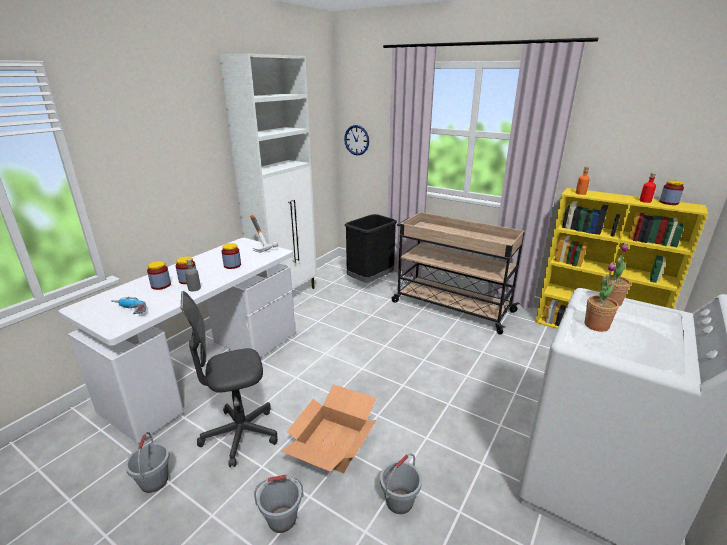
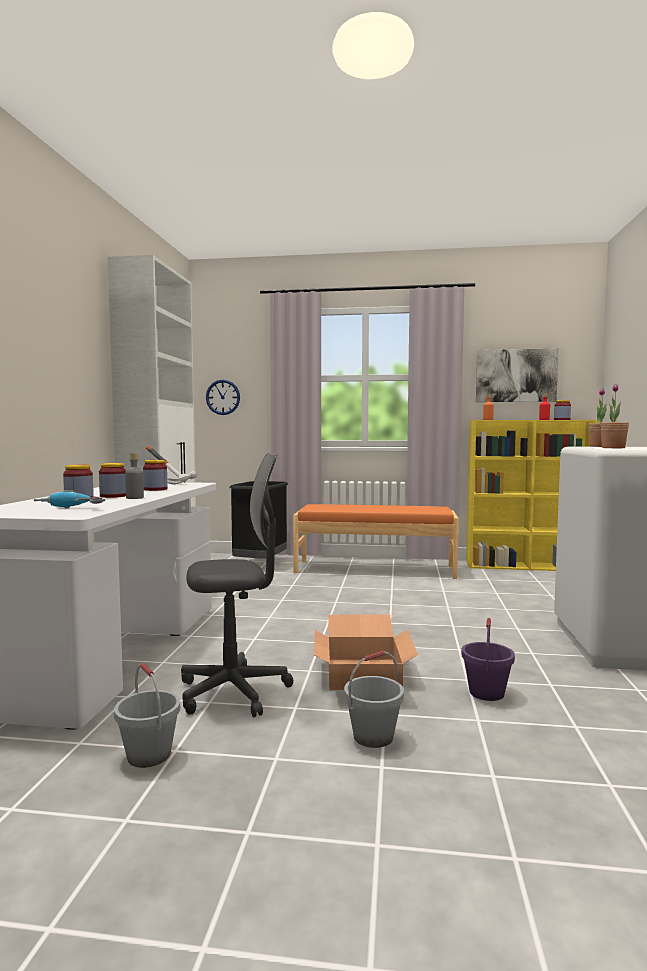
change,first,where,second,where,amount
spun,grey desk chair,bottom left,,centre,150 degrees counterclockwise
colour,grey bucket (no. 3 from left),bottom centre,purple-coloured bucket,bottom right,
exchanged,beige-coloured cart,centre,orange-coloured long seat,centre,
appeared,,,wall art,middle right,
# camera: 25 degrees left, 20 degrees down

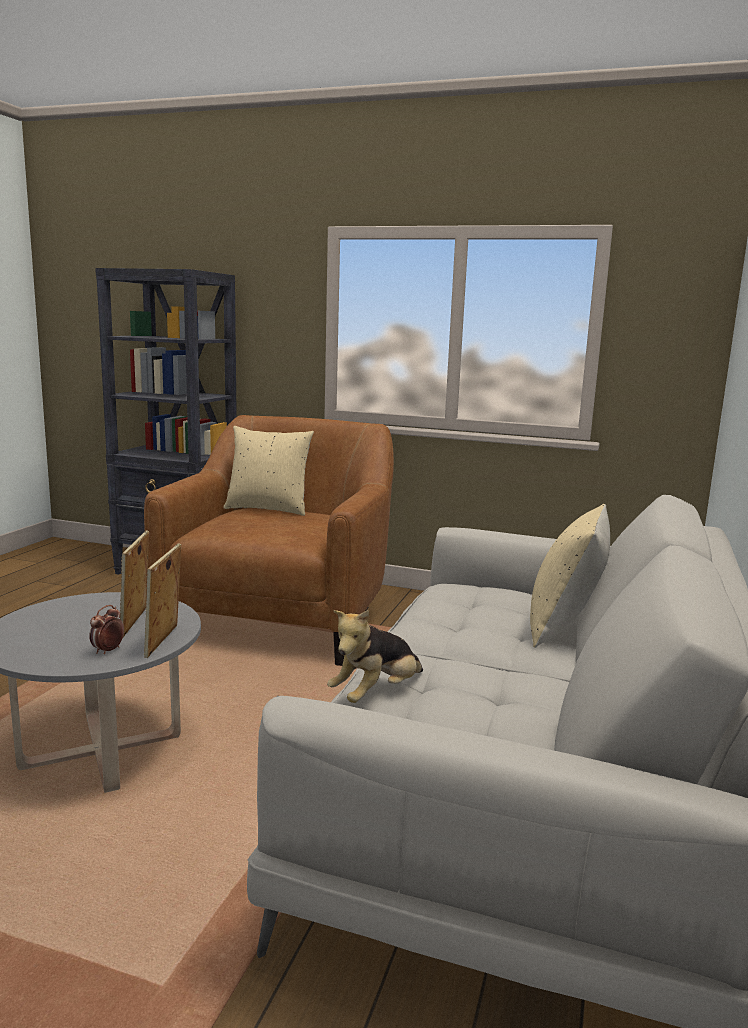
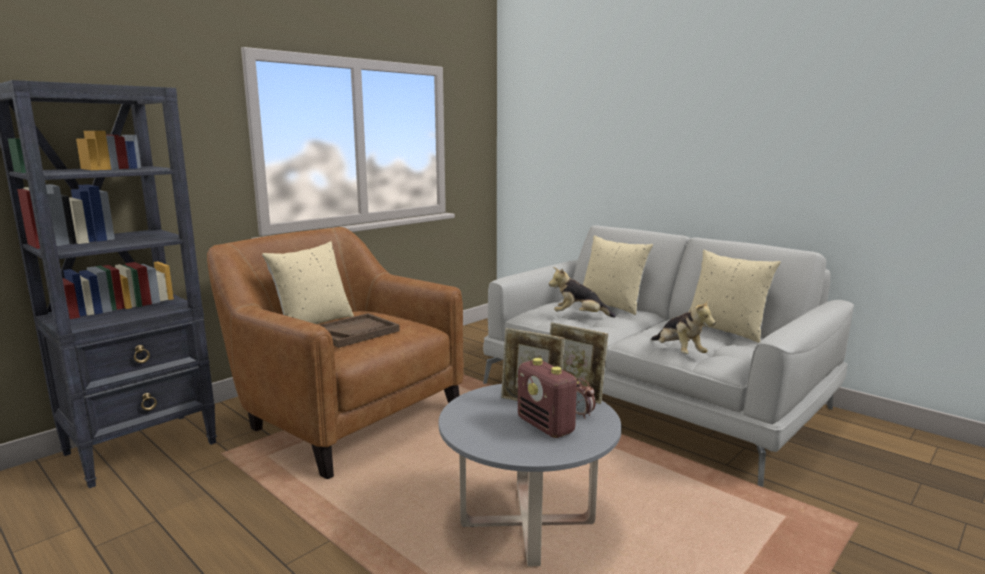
change,first,where,second,where,amount
appeared,,,brown tray,centre,
appeared,,,radio set,bottom centre,
appeared,,,plush toy (no. 1 from left),centre,
appeared,,,beige-coloured cushion (no. 3 from left),middle right,
# camera: 65 degrees left, 0 degrees up

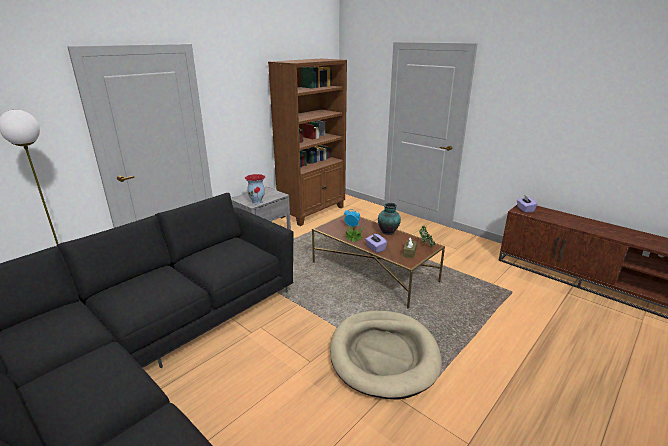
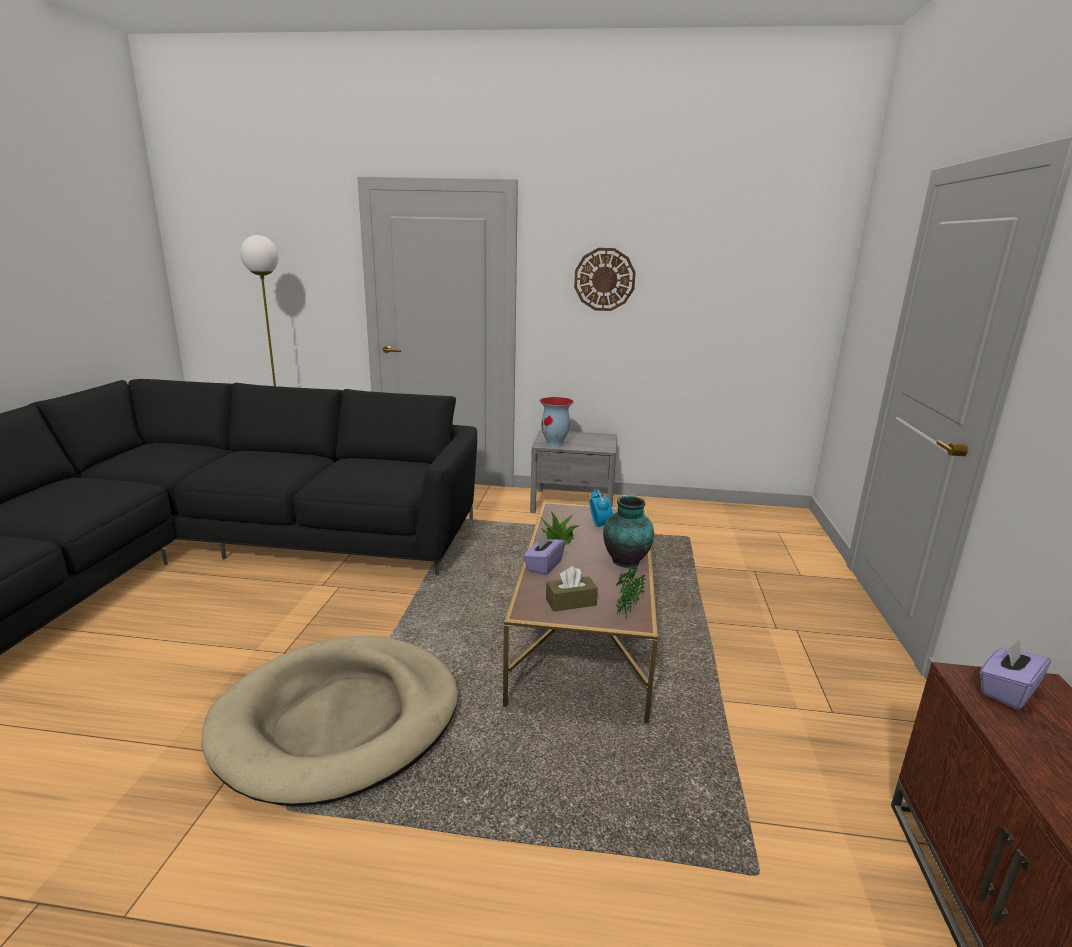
change,first,where,second,where,amount
missing,brown bookshelf,top centre,,,
appeared,,,clock on the wall,top centre,
# camera: 55 degrees right, 5 degrees down

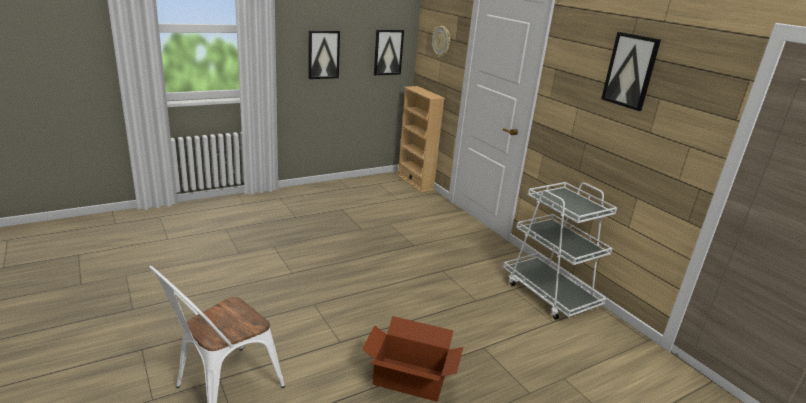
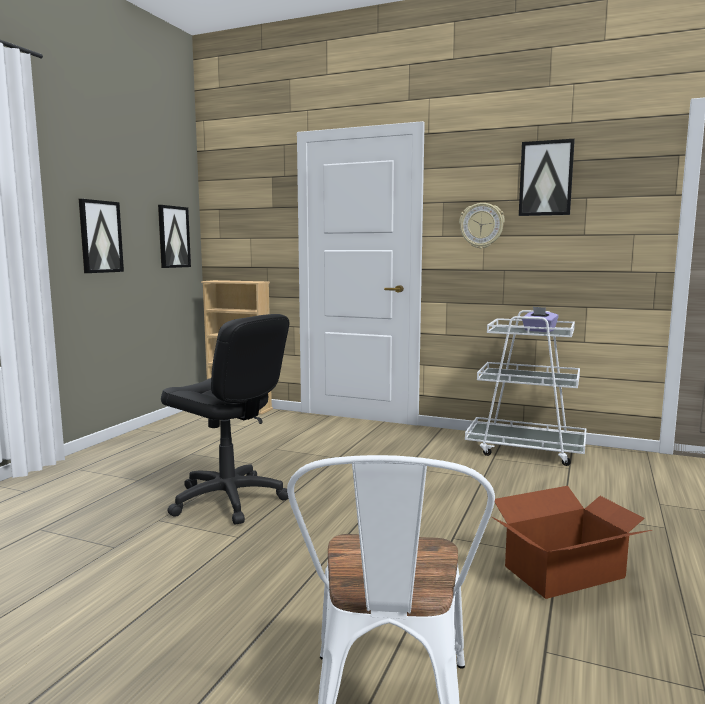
change,first,where,second,where,amount
relocated,clock on the wall,top centre,,top right,
appeared,,,black-coloured desk chair,middle left,
appeared,,,purple-coloured tissue holder,middle right,
# camera: 35 degrees left, 15 degrees down

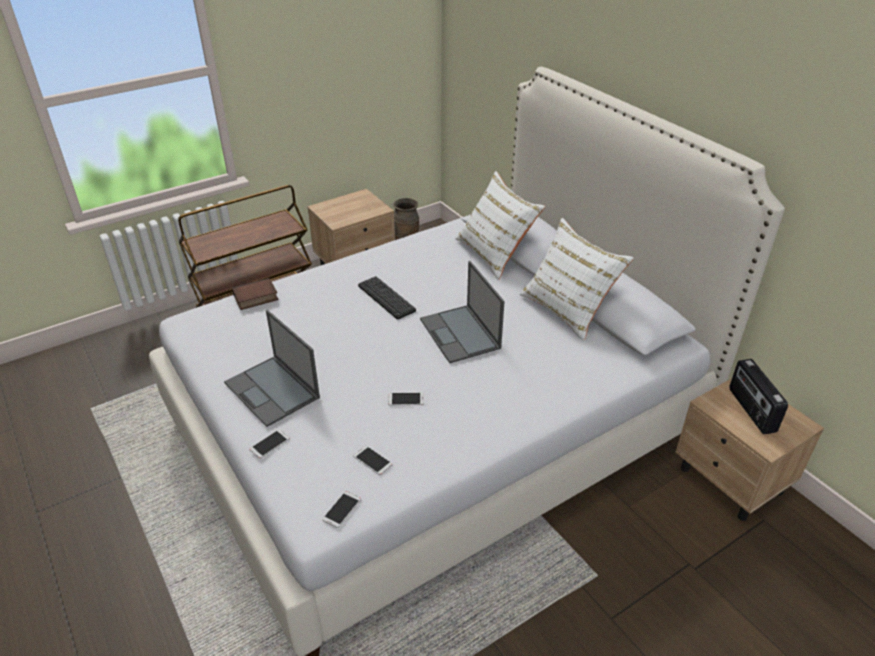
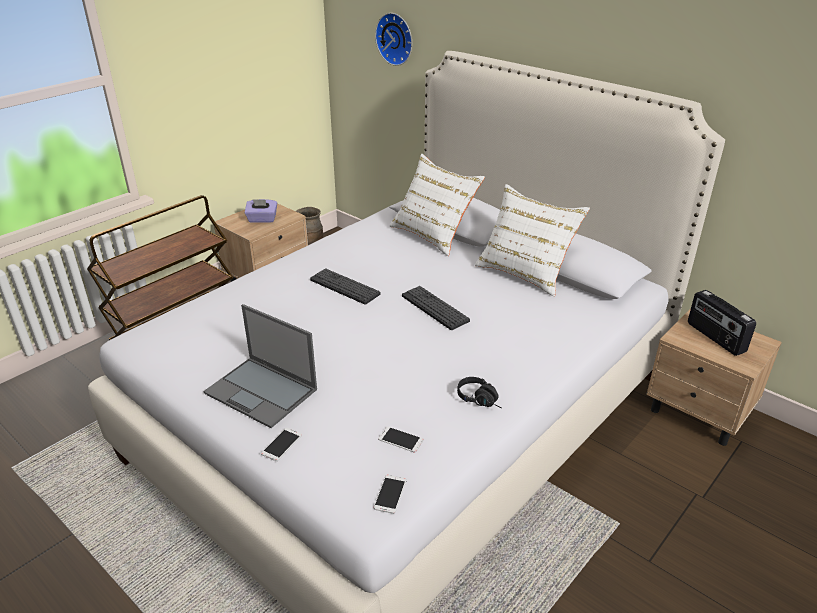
change,first,where,second,where,amount
missing,volume,middle left,,,
missing,phone (no. 4 from left),centre,,,
exchanged,laptop (no. 2 from left),centre,computer keyboard (no. 2 from left),centre,
appeared,,,purple-coloured tissue holder,middle left,
appeared,,,clock on the wall,top centre,
appeared,,,black-coloured pair of headphones,centre,
# camera: 15 degrees left, 5 degrees down

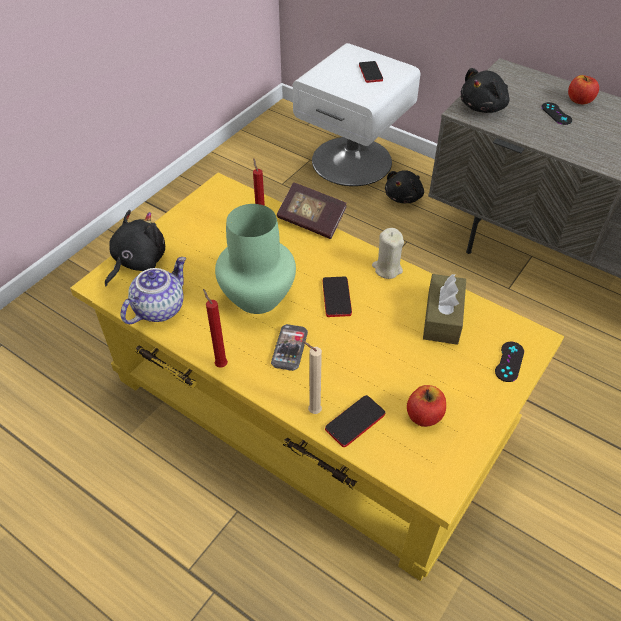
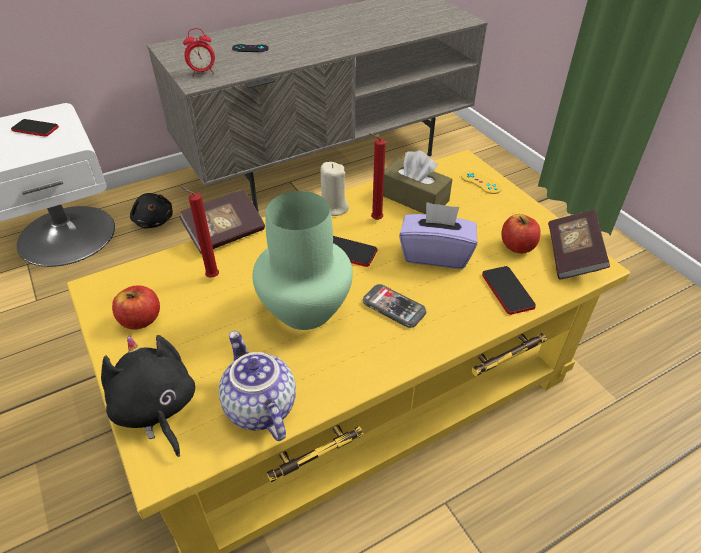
change,first,where,second,where,amount
relocated,red-coloured wax light (no. 1 from left in the first image),centre,red-coloured wax light (no. 2 from left),top centre,
missing,beige-coloured wax light (no. 1 from left),centre,,,
exchanged,black-coloured plush toy (no. 3 from left),top right,table clock,top left,
colour,black-coloured joypad (no. 1 from left),middle right,yellow joypad,top right,
relocated,apple (no. 2 from left in the first image),top right,apple (no. 1 from left),middle left,
appeared,,,purple-coloured tissue holder,centre,
appeared,,,volume (no. 2 from left),middle right,
# camera: 65 degrees left, 5 degrees down

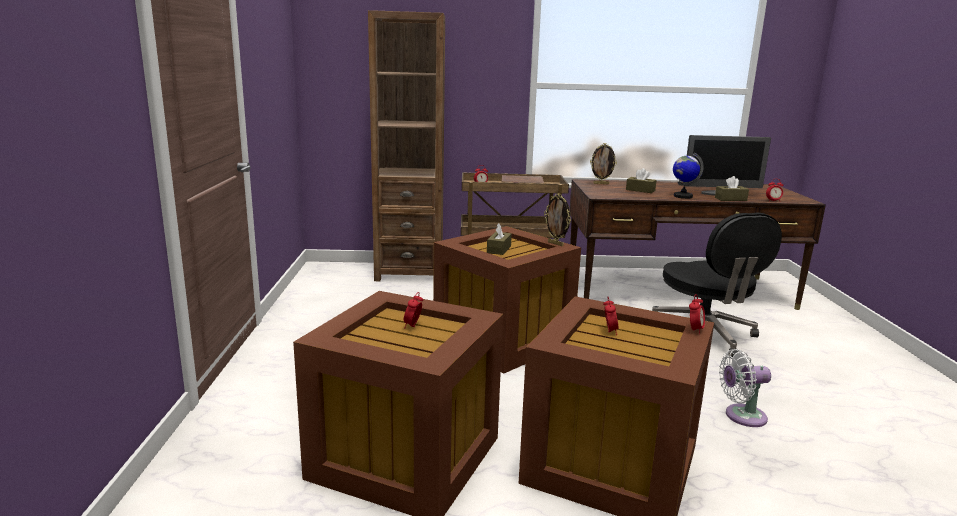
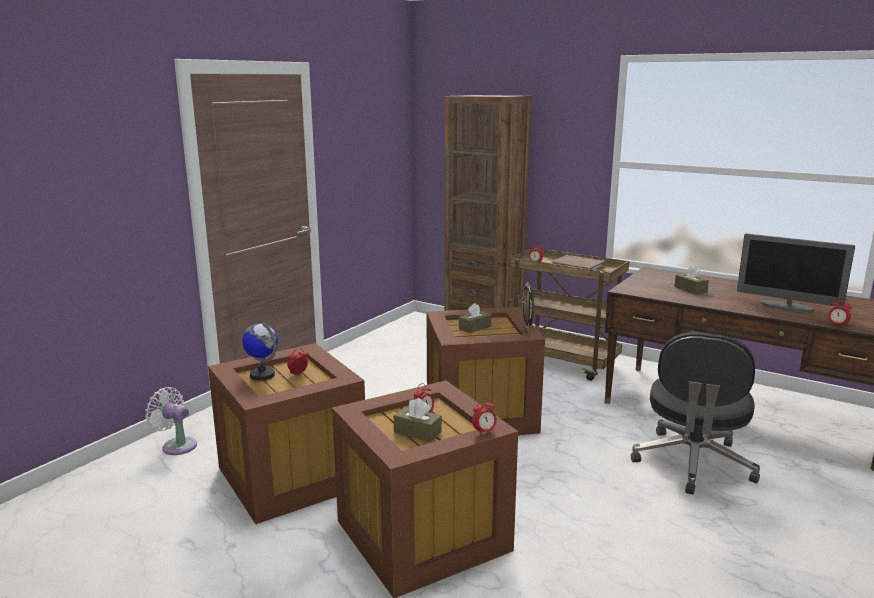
change,first,where,second,where,amount
missing,photo frame (no. 2 from left),top centre,,,
relocated,desk globe,middle right,,middle left,
relocated,brown tissue holder (no. 3 from left in the first image),middle right,brown tissue holder (no. 1 from left),bottom centre,
relocated,white-coloured fan,bottom right,,bottom left,
# camera: 35 degrees right, 0 degrees up

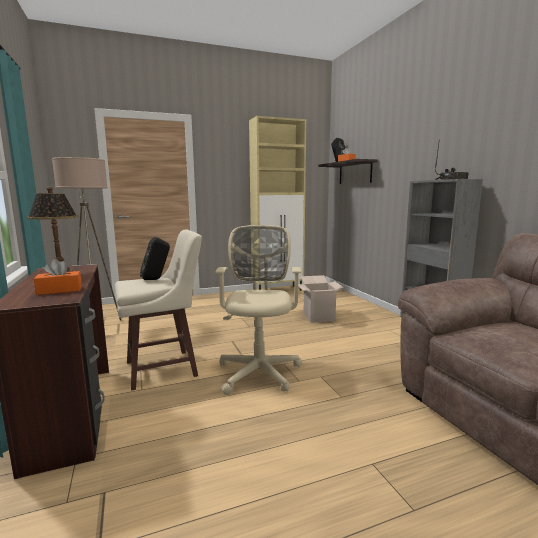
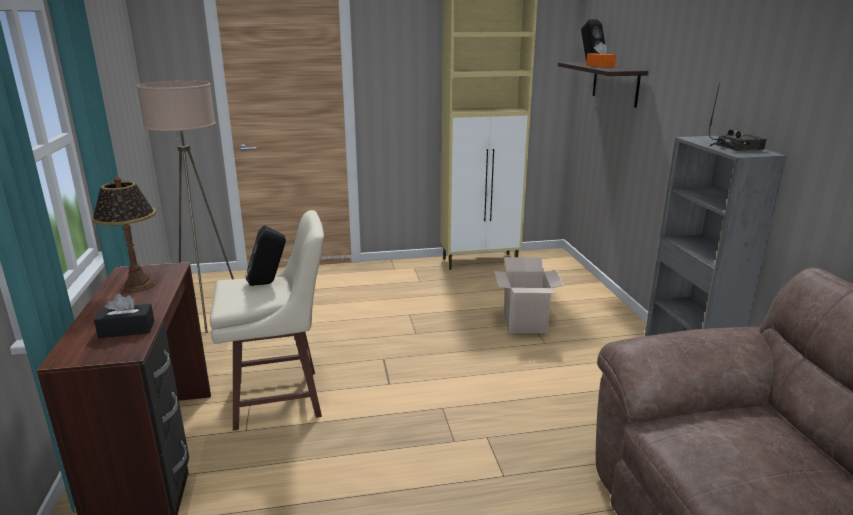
change,first,where,second,where,amount
colour,orange-coloured tissue holder (no. 1 from left),middle left,black-coloured tissue holder,middle left,
missing,beige-coloured desk chair,centre,,,
# camera: 10 degrees right, 10 degrees up

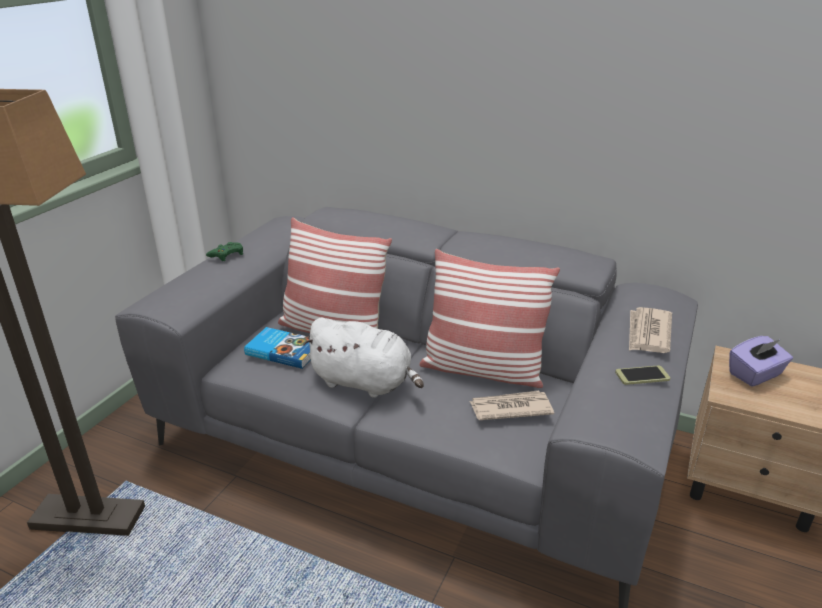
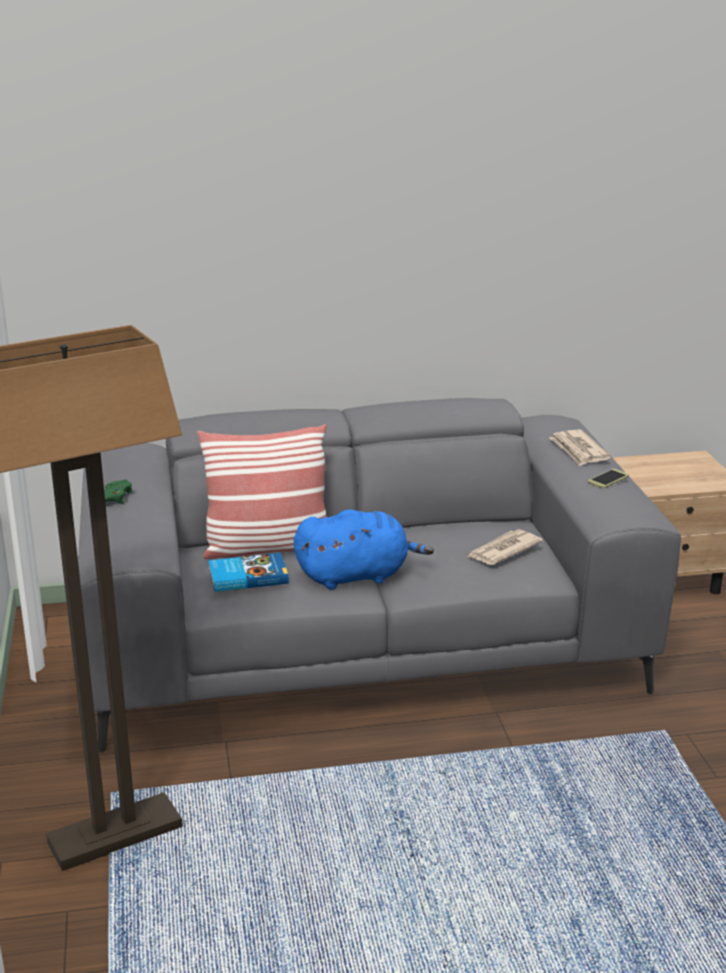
change,first,where,second,where,amount
colour,white-coloured plush toy,centre,blue-coloured plush toy,centre,
missing,cushion (no. 2 from left),centre,,,
missing,purple-coloured tissue holder,middle right,,,
# camera: 35 degrees left, 5 degrees down

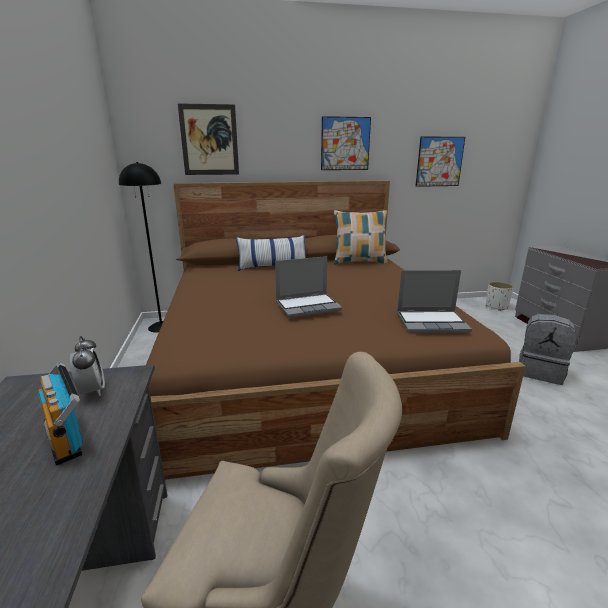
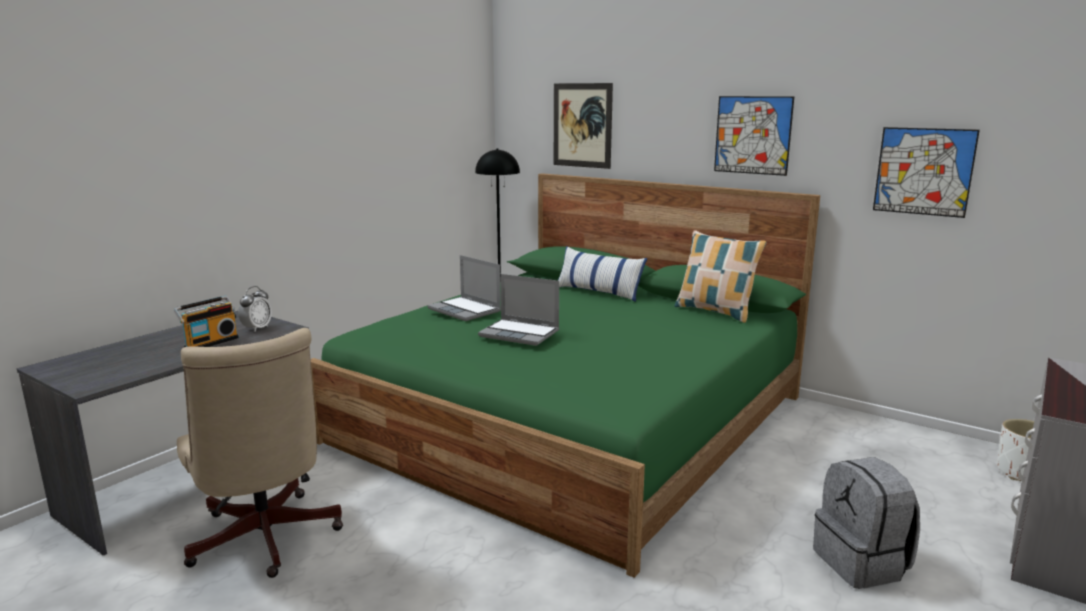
change,first,where,second,where,amount
spun,radio set,bottom left,,middle left,150 degrees counterclockwise
colour,brown bedroom bed,centre,greenish bedroom bed,centre,
relocated,laptop (no. 2 from left in the first image),middle right,laptop (no. 1 from left),centre,
# camera: 45 degrees right, 5 degrees down

